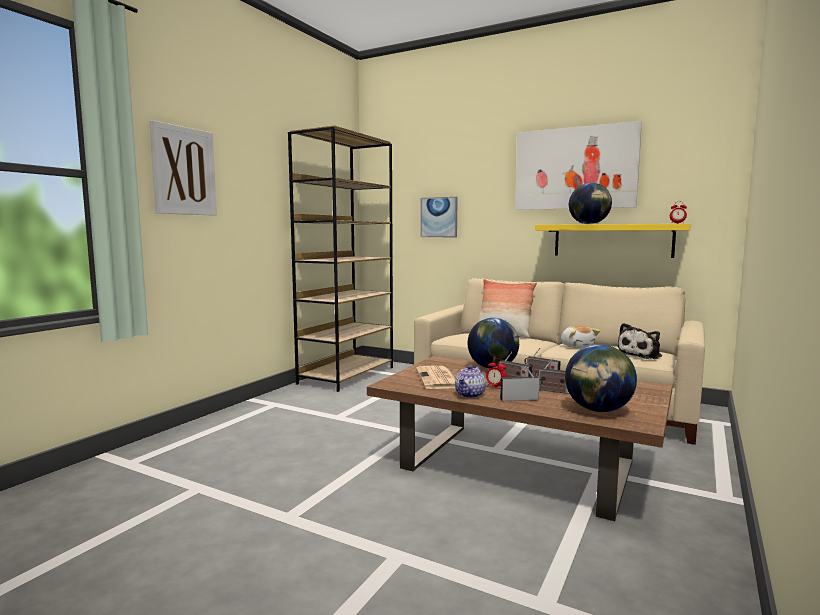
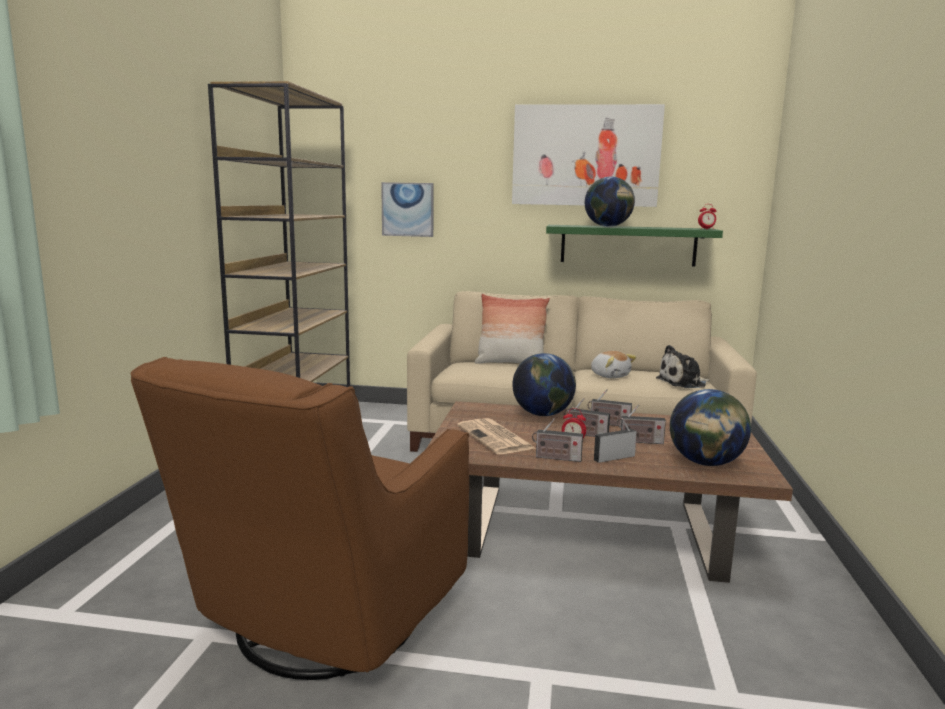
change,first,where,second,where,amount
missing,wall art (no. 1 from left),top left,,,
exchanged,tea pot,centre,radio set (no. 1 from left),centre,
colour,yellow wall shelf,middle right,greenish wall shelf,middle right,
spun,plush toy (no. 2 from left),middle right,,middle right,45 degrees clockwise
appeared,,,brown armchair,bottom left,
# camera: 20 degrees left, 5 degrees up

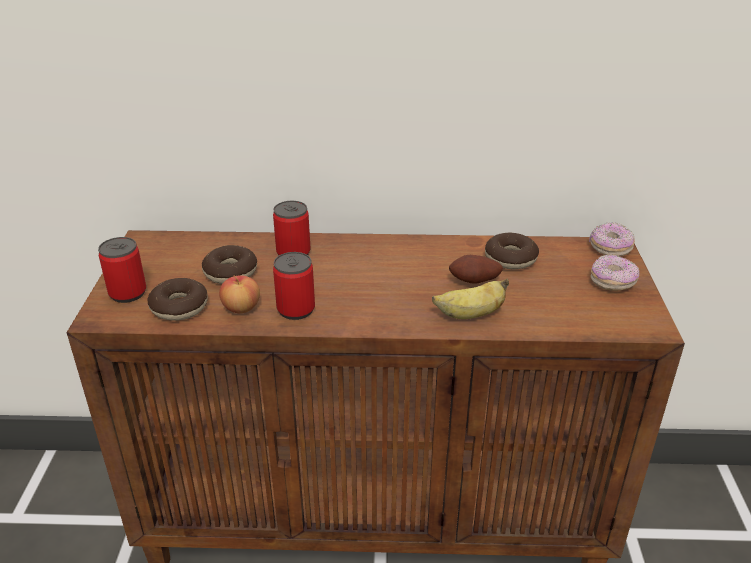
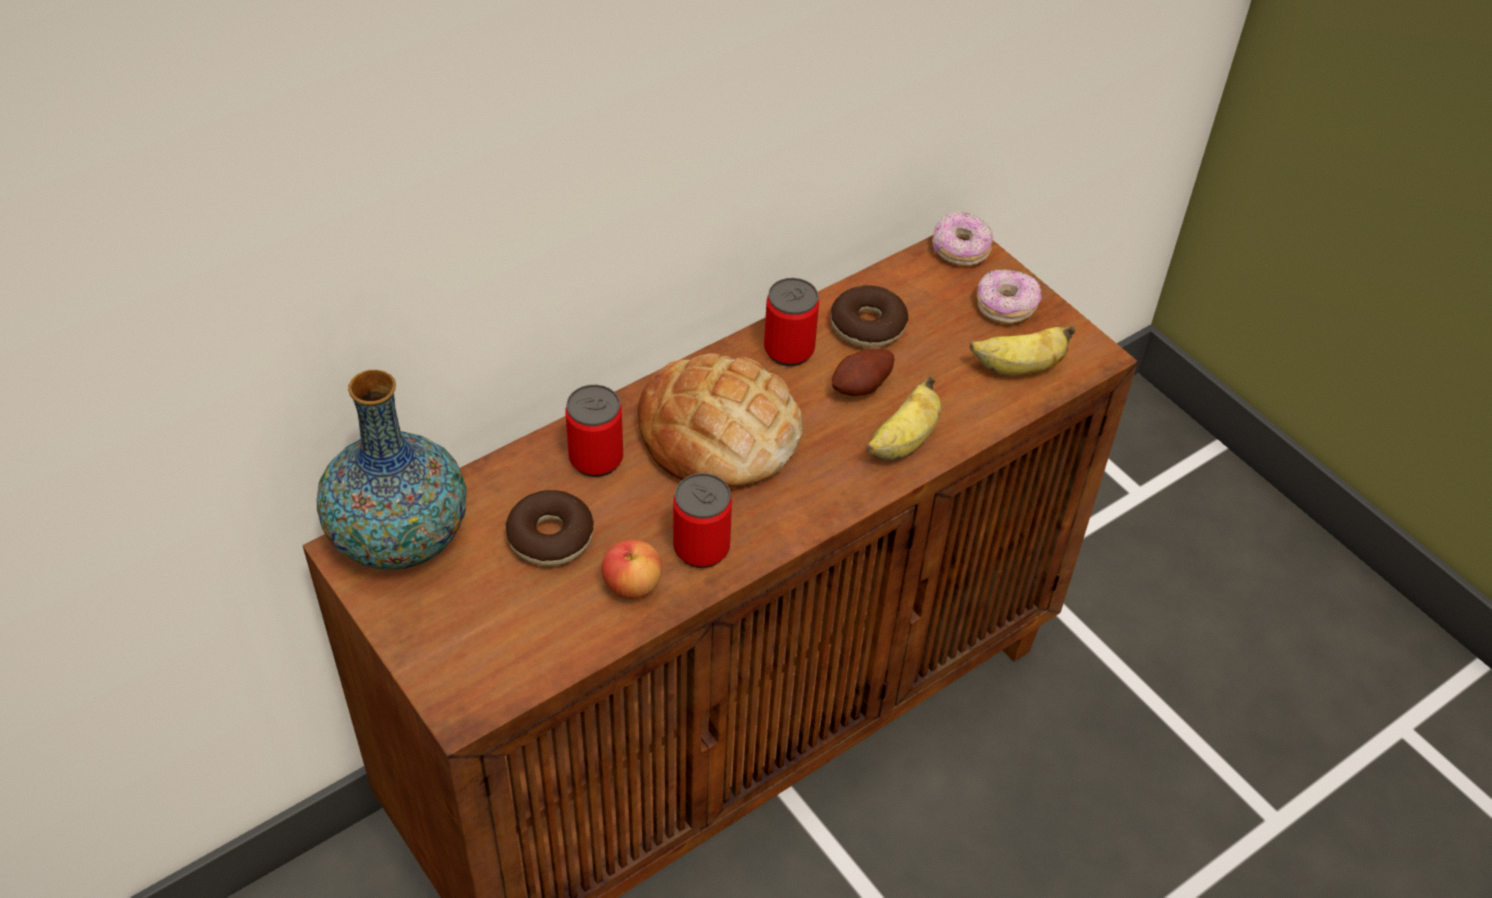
change,first,where,second,where,amount
relocated,metal can (no. 1 from left in the first image),middle left,metal can (no. 3 from left),centre,
missing,ring doughnut (no. 1 from left),middle left,,,
appeared,,,vase,middle left,
appeared,,,baked bread,centre,
appeared,,,banana fruit (no. 2 from left),middle right,
# camera: 40 degrees left, 15 degrees up

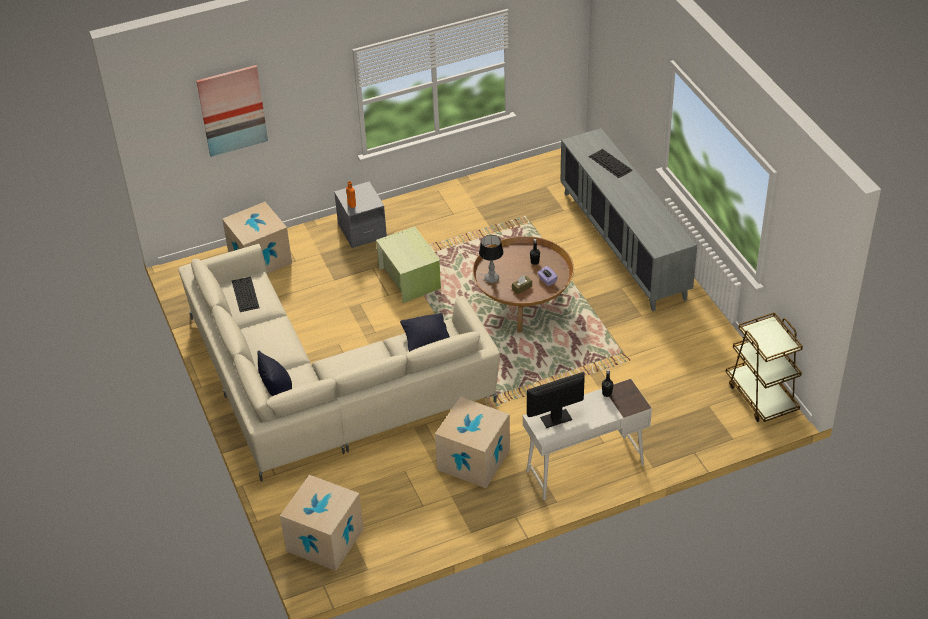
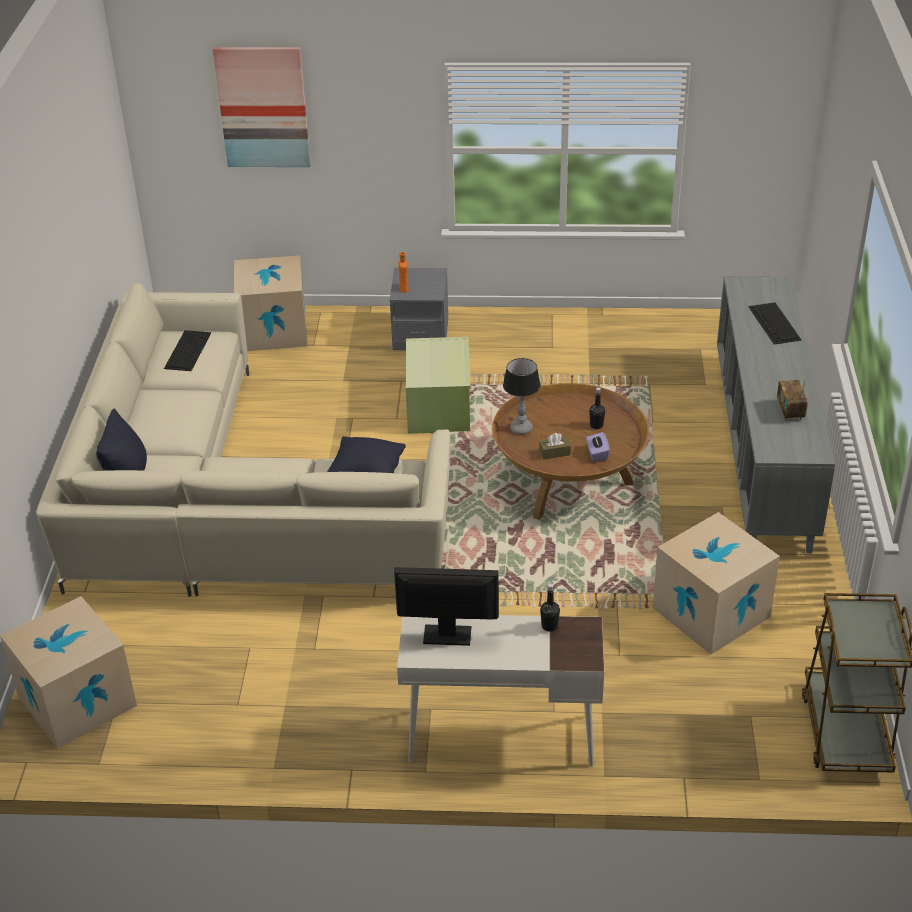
change,first,where,second,where,amount
relocated,cardboard box (no. 3 from left),bottom centre,,middle right,
appeared,,,radio set,middle right,
# camera: 25 degrees right, 5 degrees down

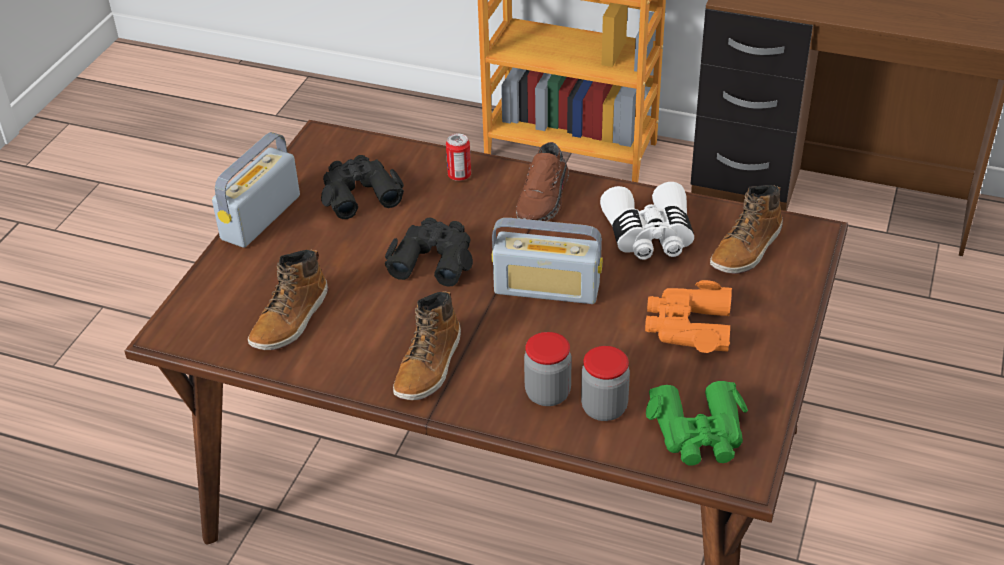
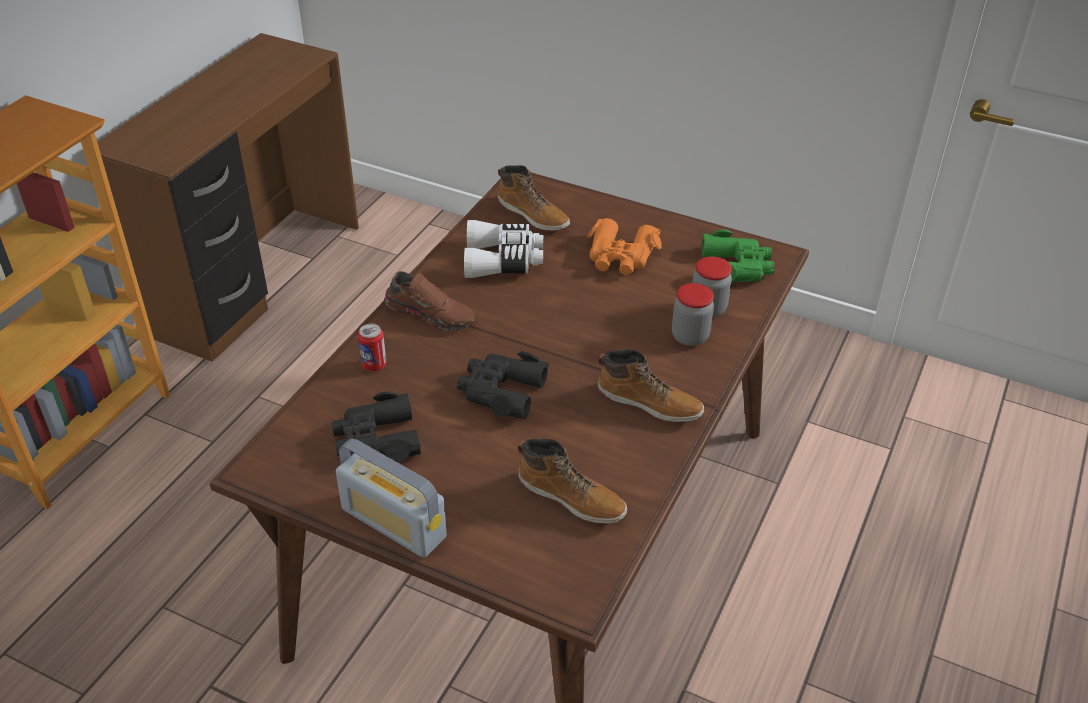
change,first,where,second,where,amount
missing,radio set (no. 2 from left),centre,,,
# camera: 85 degrees left, 0 degrees up

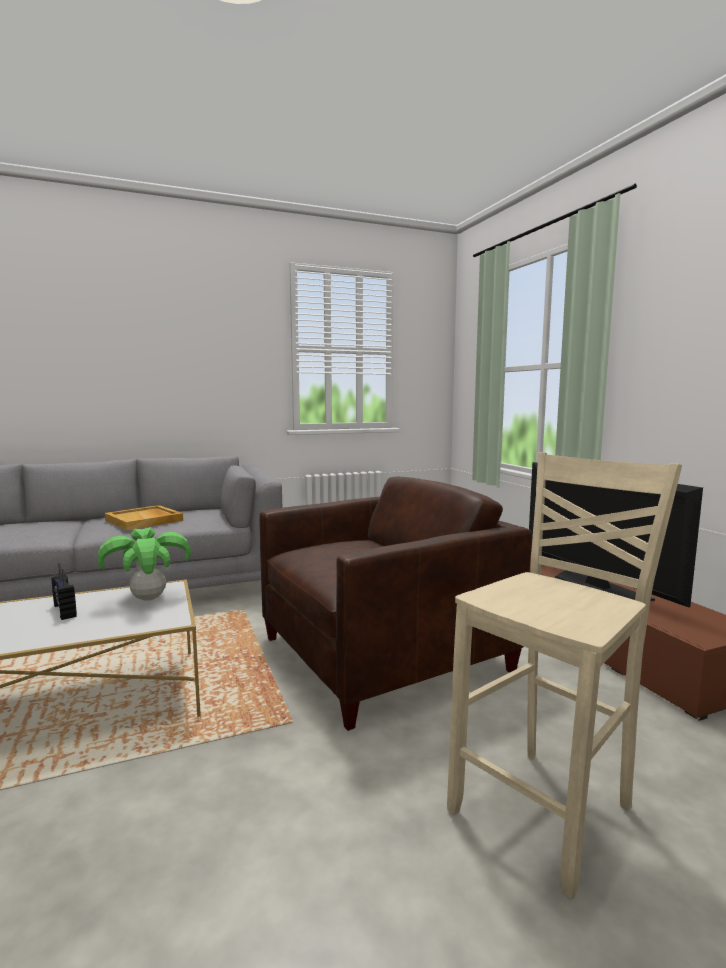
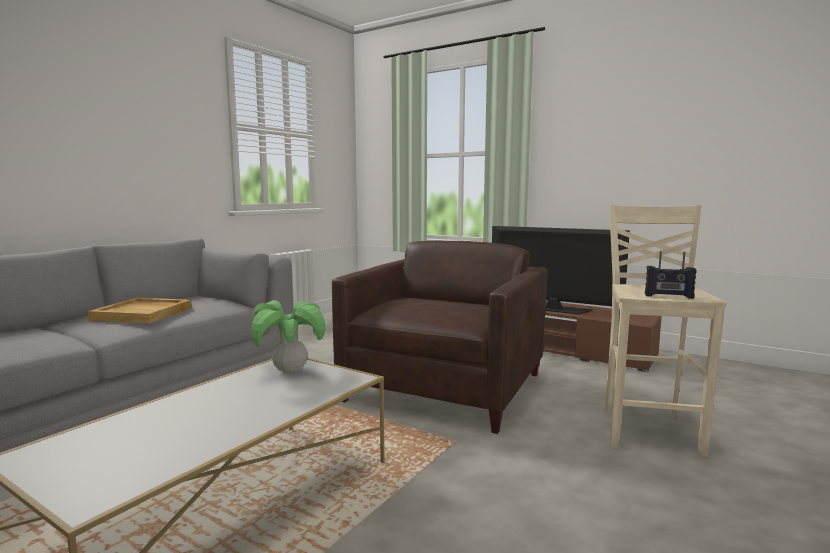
change,first,where,second,where,amount
relocated,radio set,middle left,,middle right,
# camera: 35 degrees left, 0 degrees up

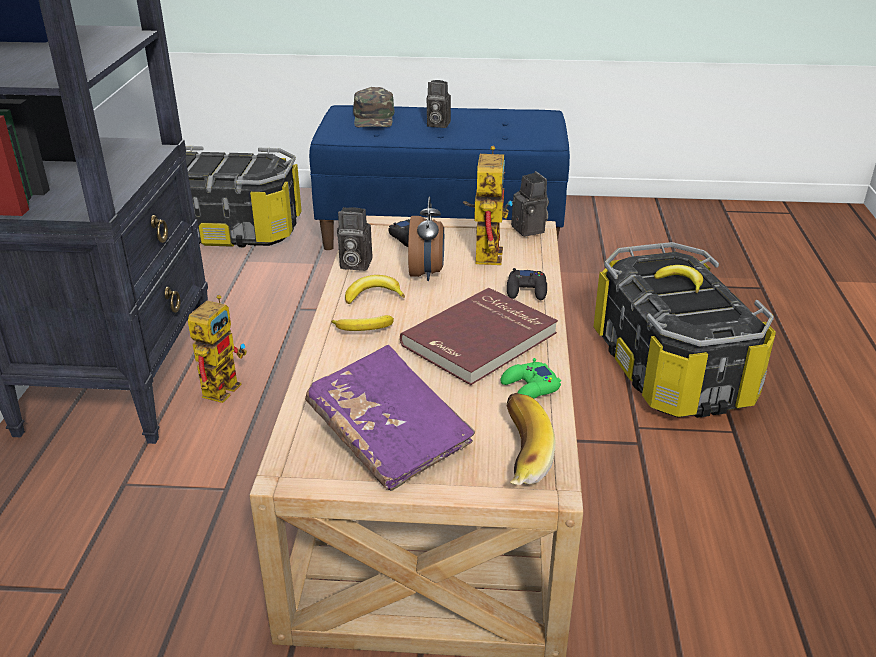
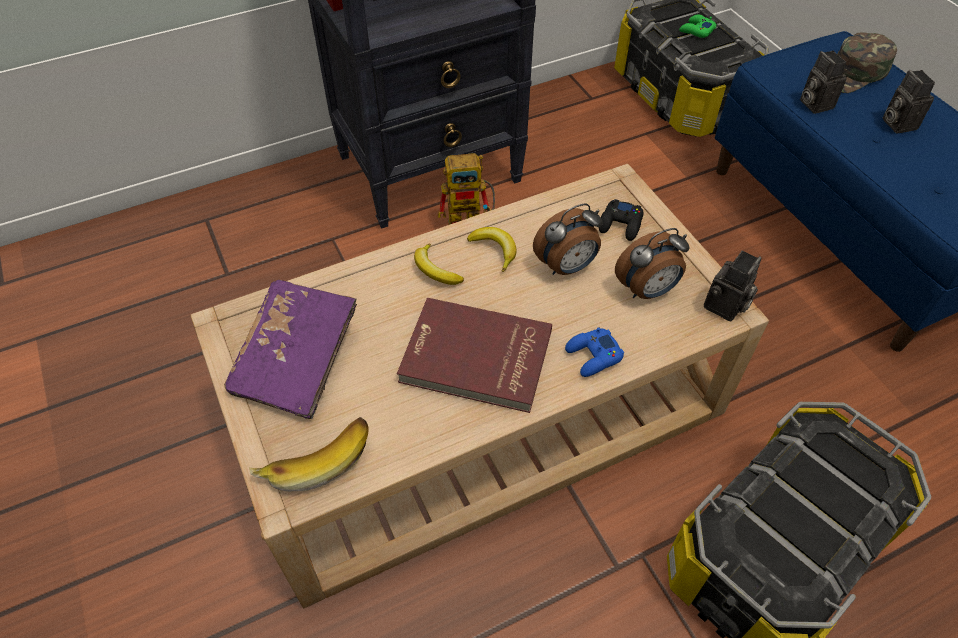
change,first,where,second,where,amount
relocated,still camera (no. 1 from left in the first image),centre,still camera (no. 2 from left),top right,
exchanged,robot figure (no. 2 from left),top centre,table clock (no. 2 from left),middle right,
relocated,greenish joypad,centre,,top right,
colour,black-coloured joypad (no. 2 from left),centre,blue-coloured joypad,centre,
missing,banana fruit (no. 4 from left),middle right,,,
# camera: 60 degrees right, 20 degrees up

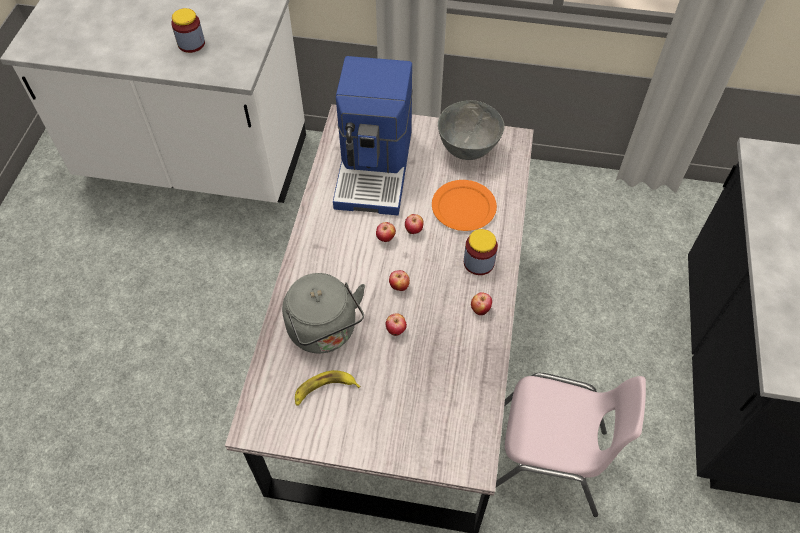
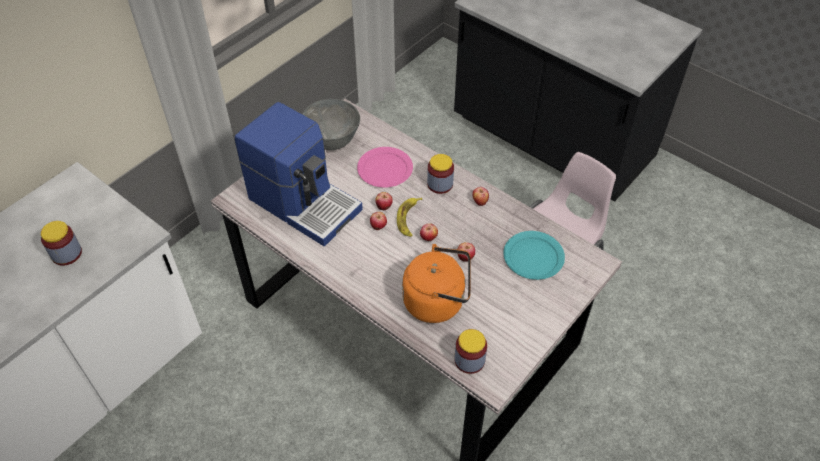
change,first,where,second,where,amount
colour,grey water kettle,centre,orange-coloured water kettle,centre,
relocated,banana fruit,bottom centre,,centre,
colour,orange-coloured dinner plate,centre,pink-coloured dinner plate,centre,
appeared,,,storage jar (no. 3 from left),bottom centre,
appeared,,,blue-green dinner plate,centre,
# camera: 60 degrees left, 5 degrees down

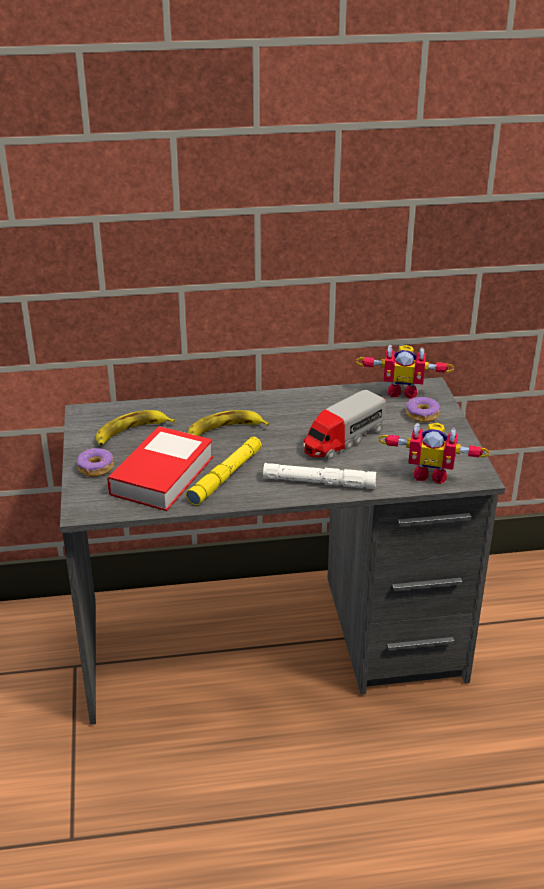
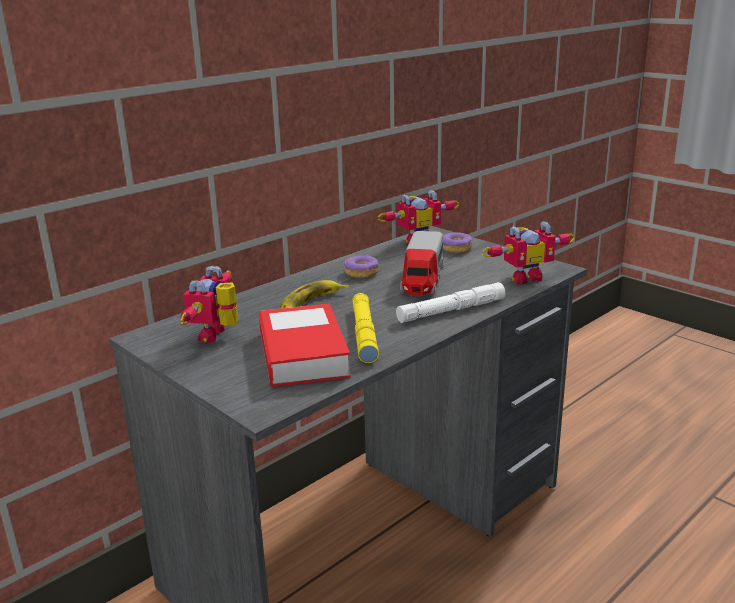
change,first,where,second,where,amount
relocated,ring doughnut (no. 1 from left),middle left,,centre,
exchanged,banana fruit (no. 1 from left),middle left,robot figure (no. 1 from left),middle left,
# camera: 35 degrees left, 10 degrees down

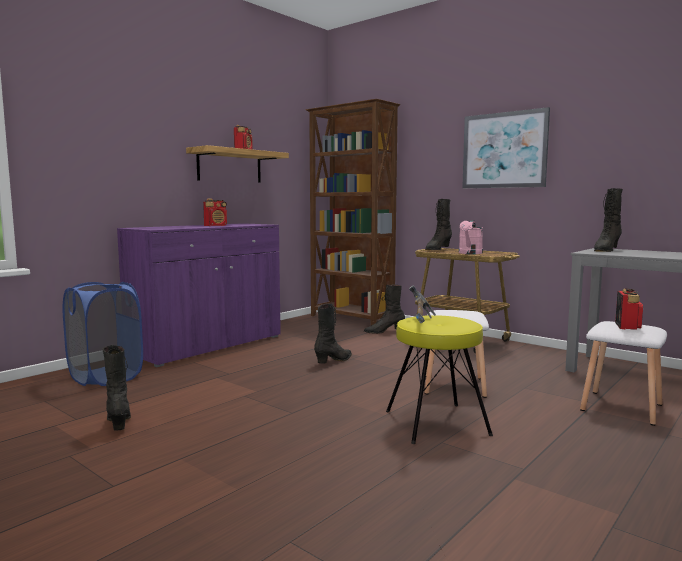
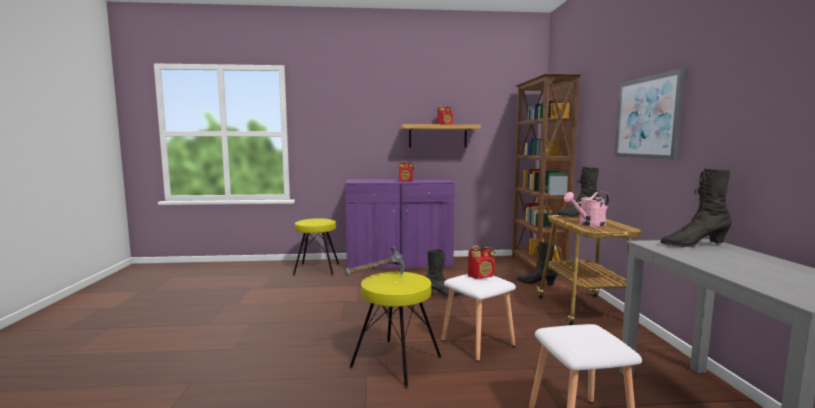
change,first,where,second,where,amount
exchanged,blue-coloured hamper,middle left,yellow sitting stool (no. 1 from left),centre,
missing,black-coloured high-top boot (no. 1 from left),bottom left,,,
relocated,radio set (no. 3 from left),middle right,,centre,
# camera: 45 degrees right, 0 degrees up

